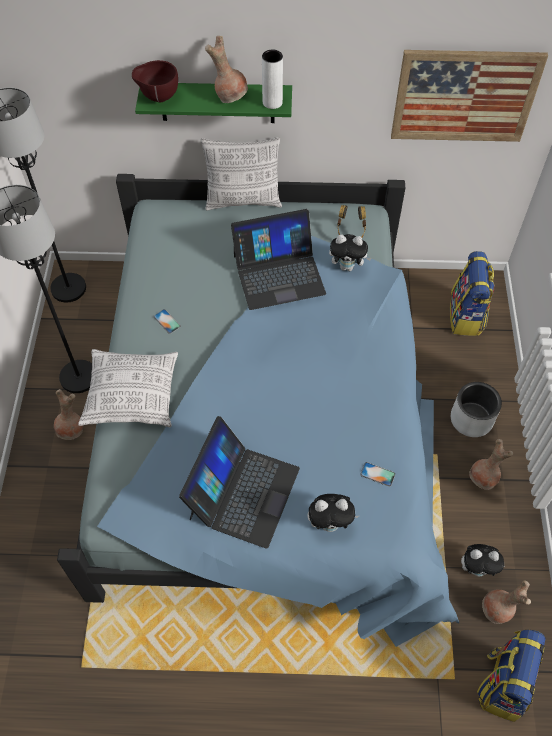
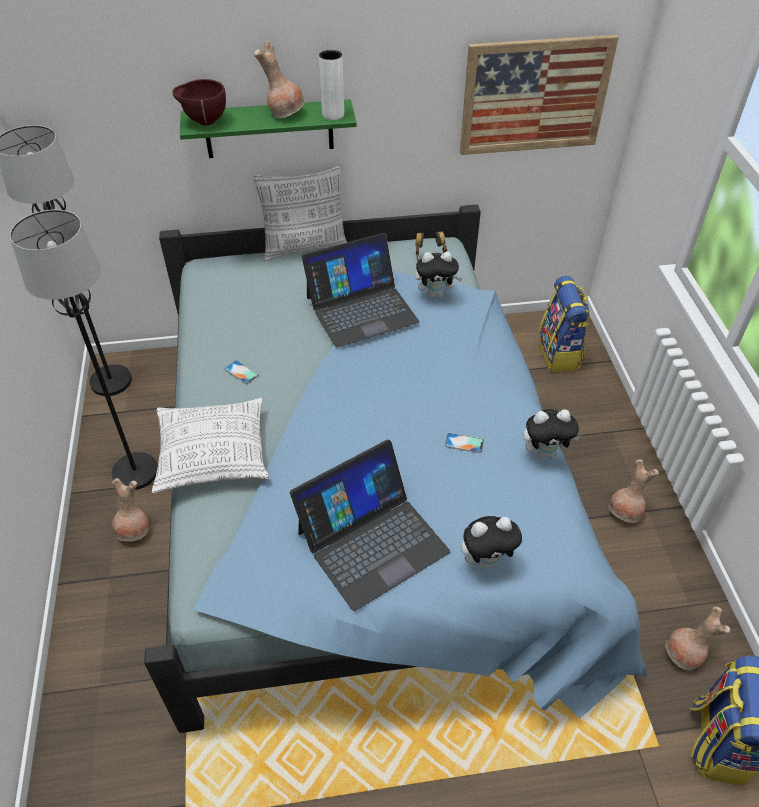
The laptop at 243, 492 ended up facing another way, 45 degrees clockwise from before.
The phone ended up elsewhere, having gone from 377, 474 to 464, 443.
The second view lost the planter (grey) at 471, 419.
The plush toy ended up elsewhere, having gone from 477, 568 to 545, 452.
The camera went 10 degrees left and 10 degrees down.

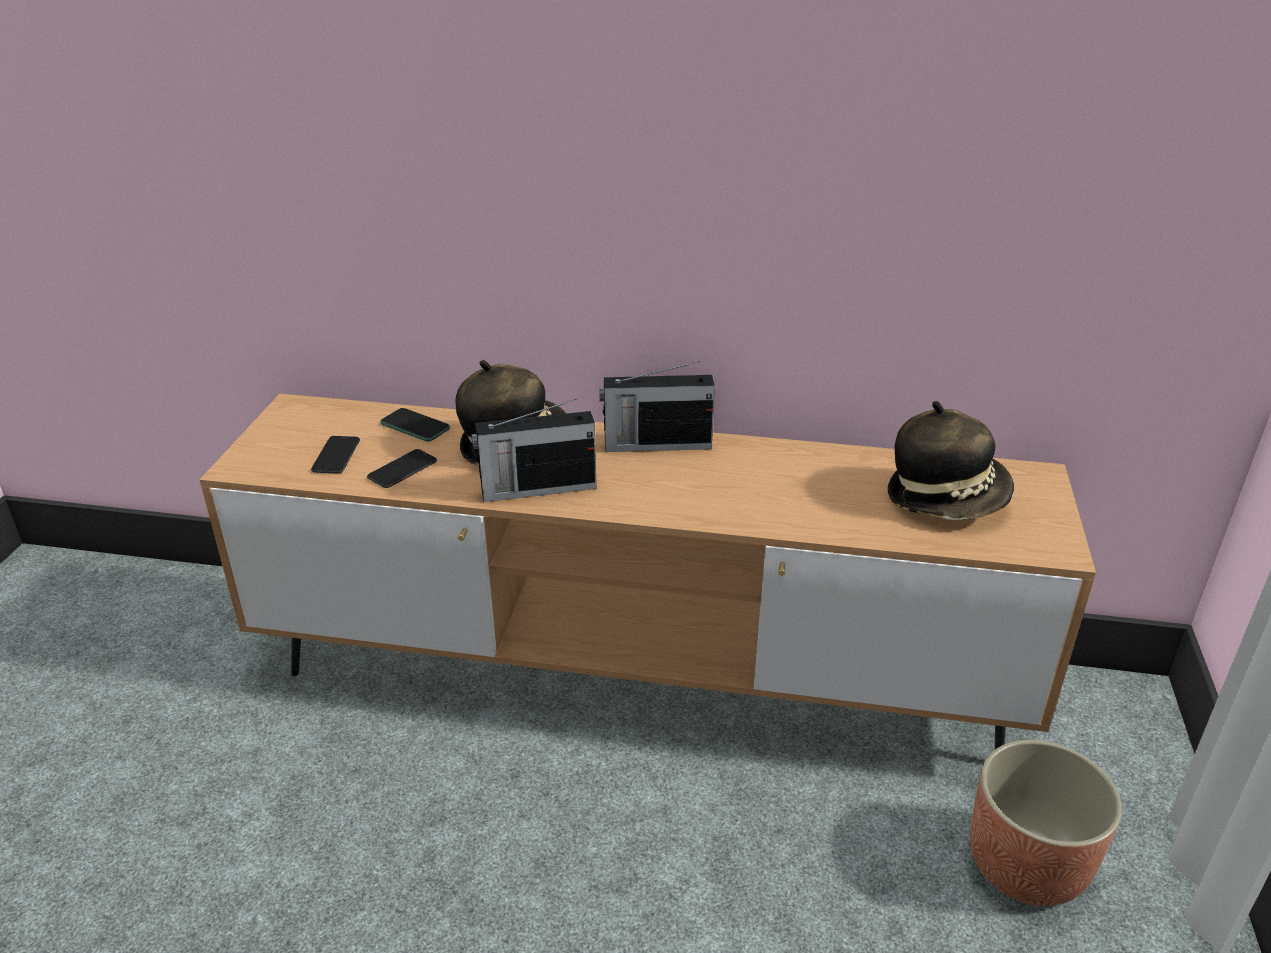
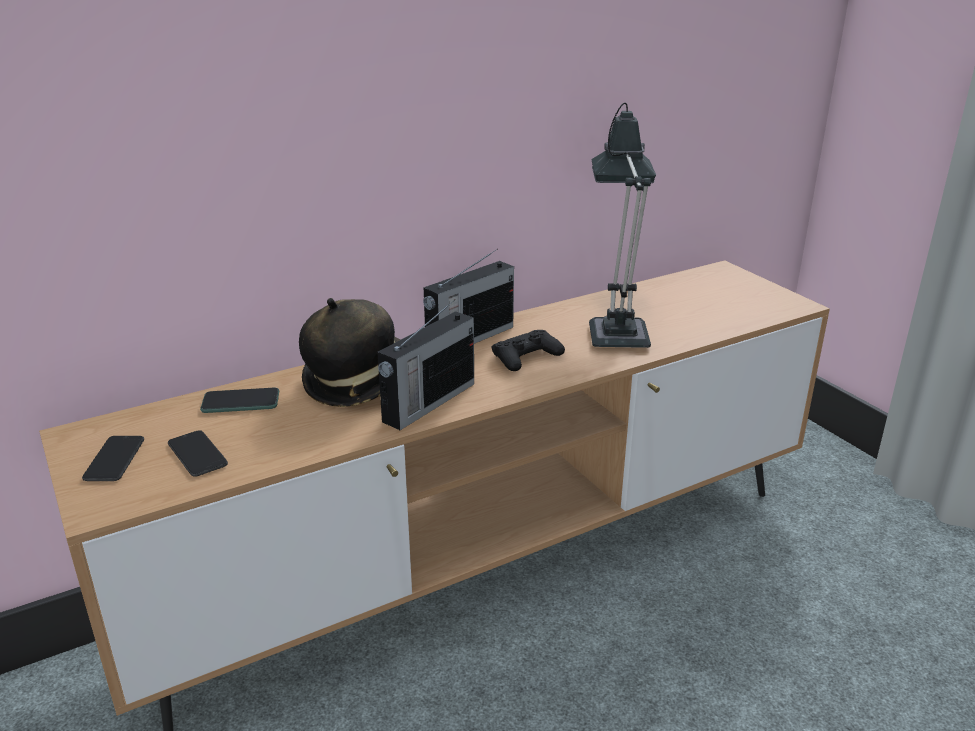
The phone ended up elsewhere, having gone from 402, 469 to 114, 459.
The second view lost the hat at 946, 498.
The second view lost the planter at 1026, 864.
The second view gained the game controller (black) at 526, 357.
The second view gained the table lamp at 617, 329.
The camera went 40 degrees left and 5 degrees down.

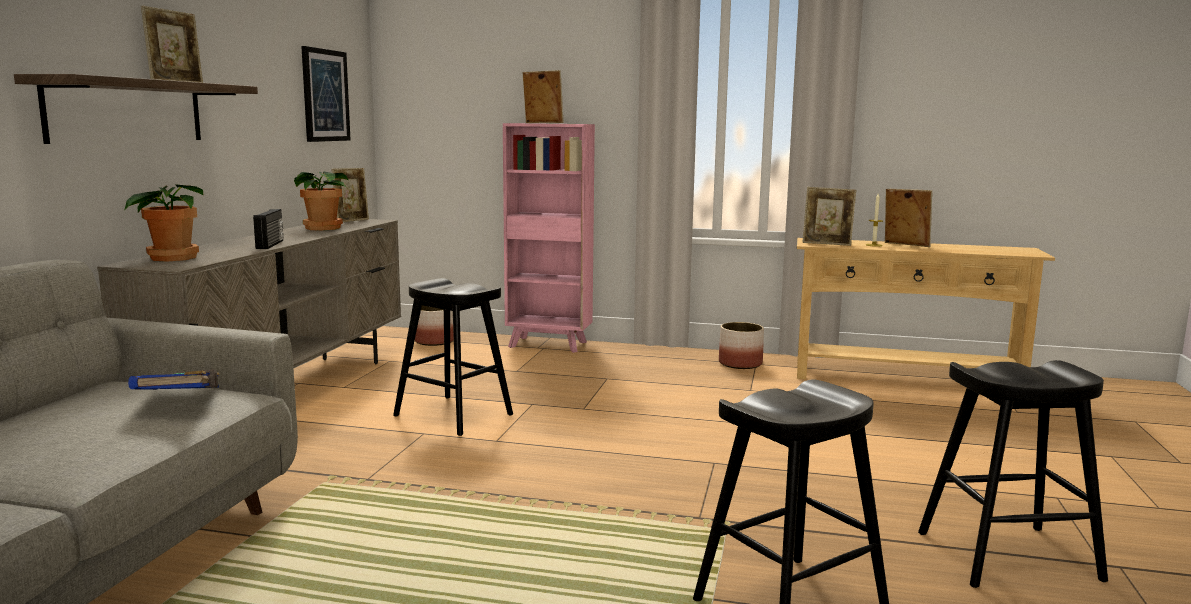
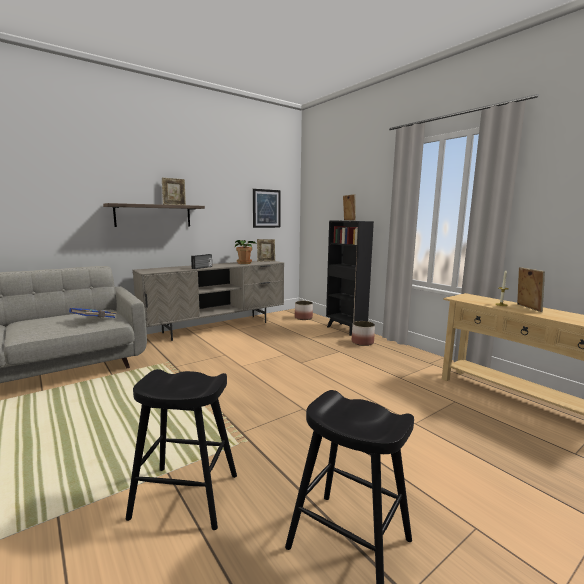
The second view lost the potted plant at 171, 258.
The second view lost the stool (black) at 453, 415.
What was the bookcase (pink) at 549, 345 turned into the bookcase (black) at 346, 329.
The planter ended up elsewhere, having gone from 740, 364 to 362, 342.
The second view lost the picture frame at 827, 244.
The camera went 40 degrees right and 0 degrees up.

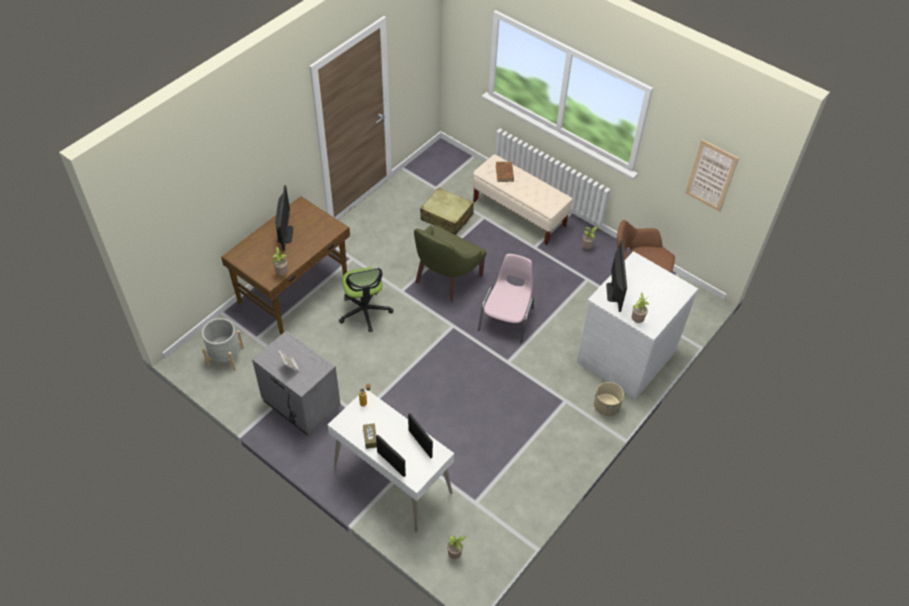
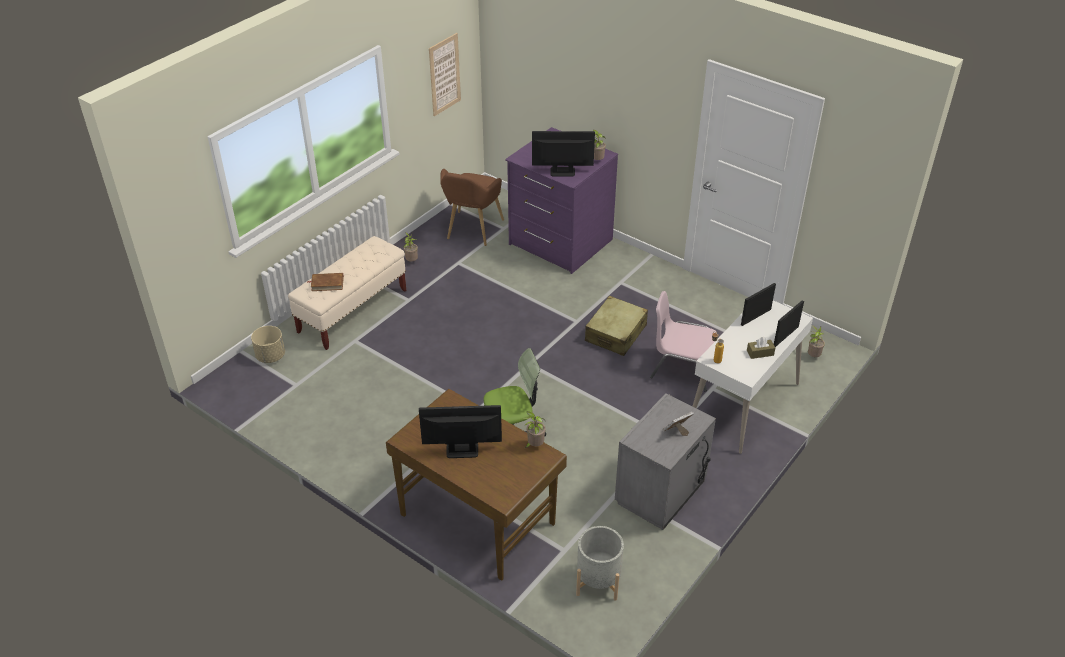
The second view lost the armchair (green) at 445, 278.
The suitcase (beige) ended up elsewhere, having gone from 447, 217 to 616, 333.
The chair (pink) ended up elsewhere, having gone from 507, 318 to 682, 367.
What was the dresser (white) at 625, 355 turned into the dresser (purple) at 559, 242.
The planter (beige) ended up elsewhere, having gone from 606, 406 to 270, 356.
The camera went 90 degrees left and 10 degrees down.

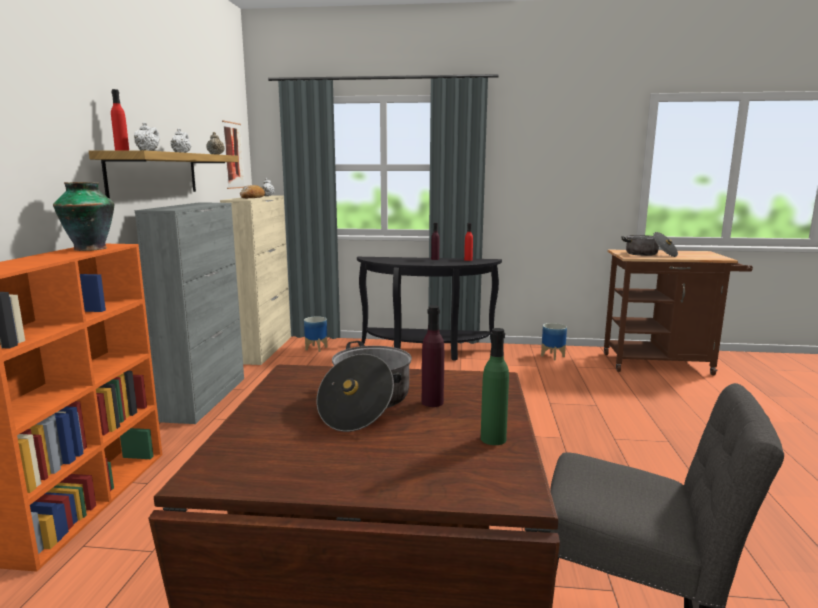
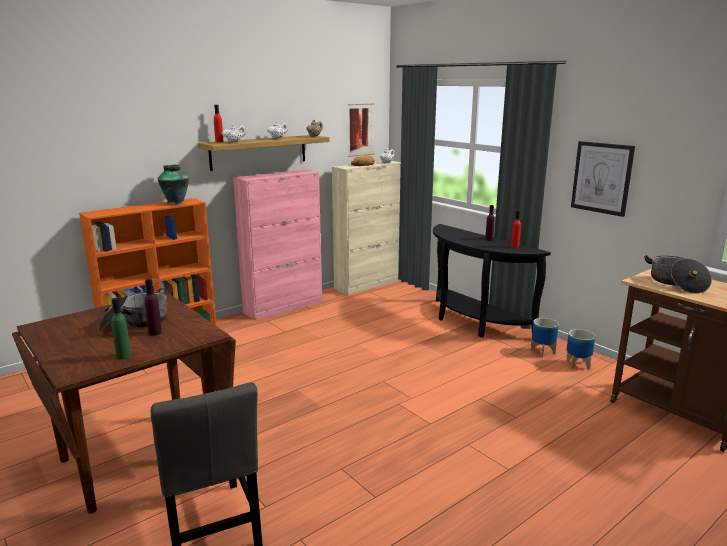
What was the cabinet (grey) at 206, 398 turned into the cabinet (pink) at 284, 307.
The planter ended up elsewhere, having gone from 316, 348 to 543, 352.
The second view gained the picture at 601, 178.
The camera went 45 degrees right and 5 degrees up.

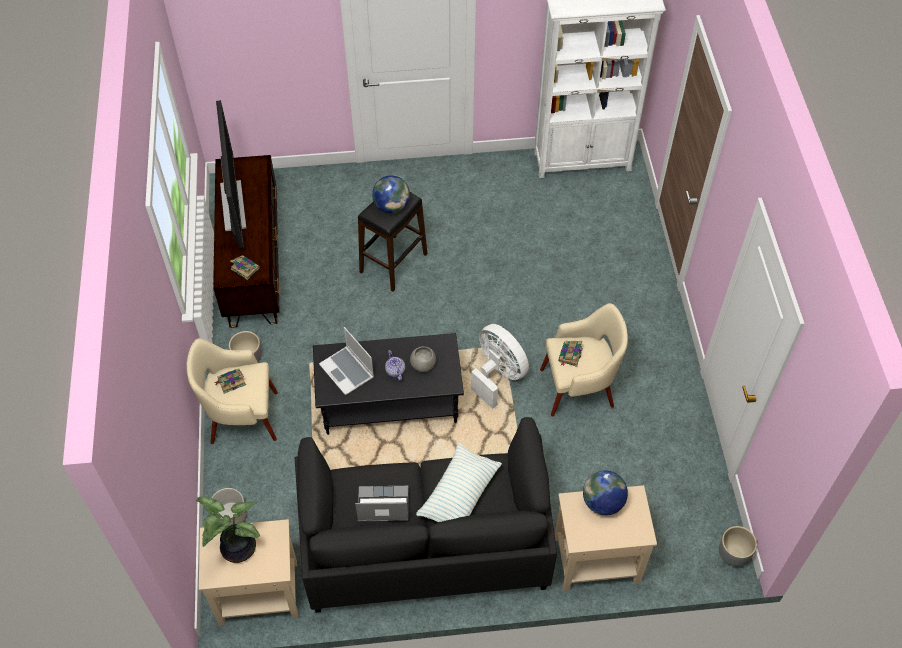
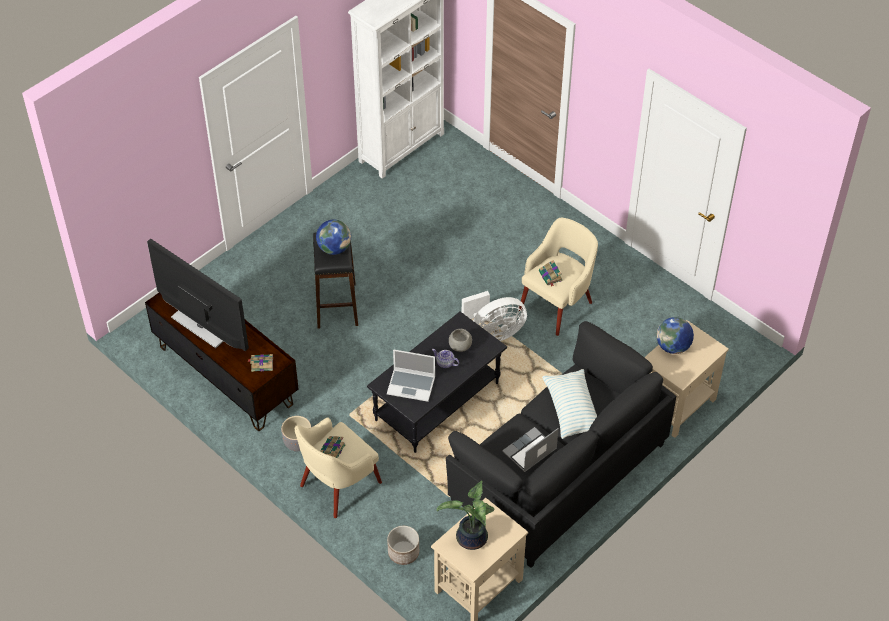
The fan (white) at 498, 375 ended up facing another way, 150 degrees clockwise from before.
The second view lost the planter (grey) at 733, 554.
The camera went 40 degrees left and 5 degrees down.

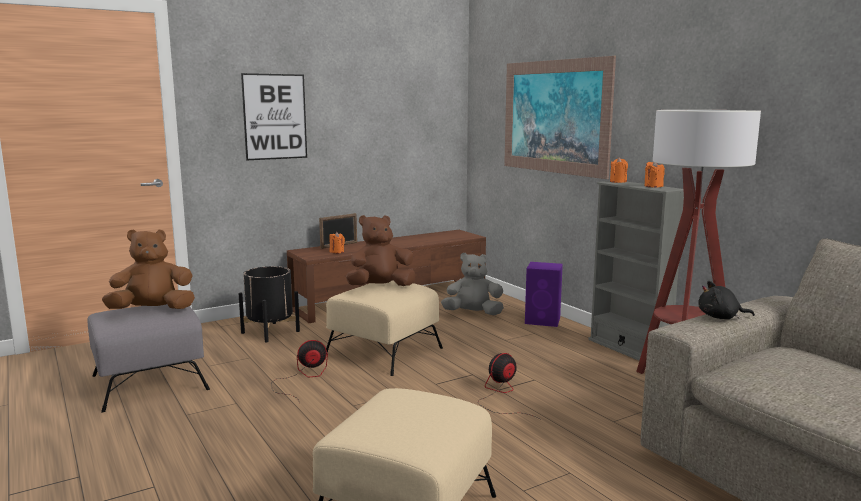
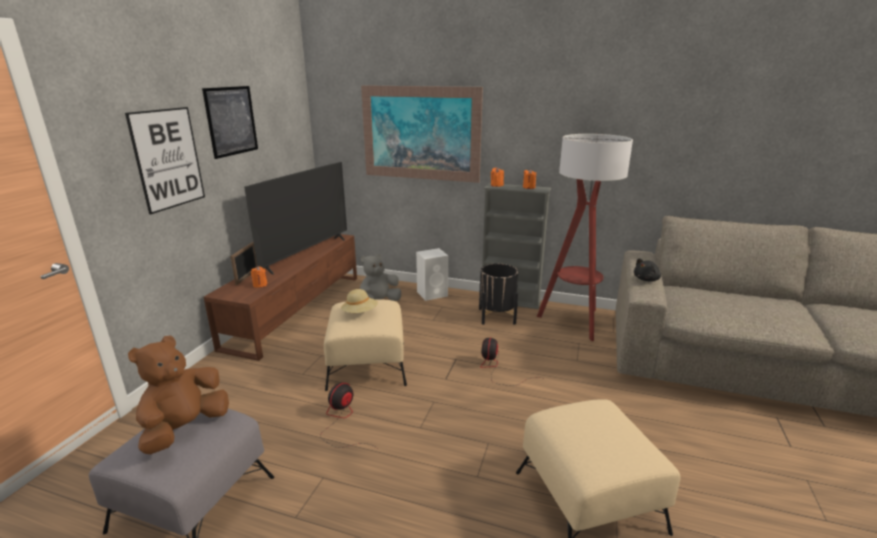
The planter (black) ended up elsewhere, having gone from 270, 332 to 497, 316.
Where the plush toy (brown) stood at 380, 287, the hat (beige) came to stand at 360, 313.
What was the speaker (purple) at 543, 321 turned into the speaker (white) at 433, 294.
The second view gained the picture at 231, 121.
The second view gained the television at 306, 254.
The camera went 40 degrees left and 10 degrees up.

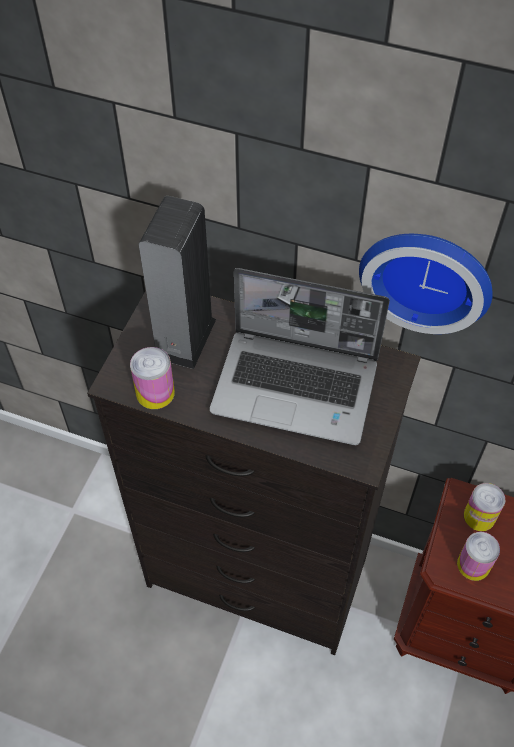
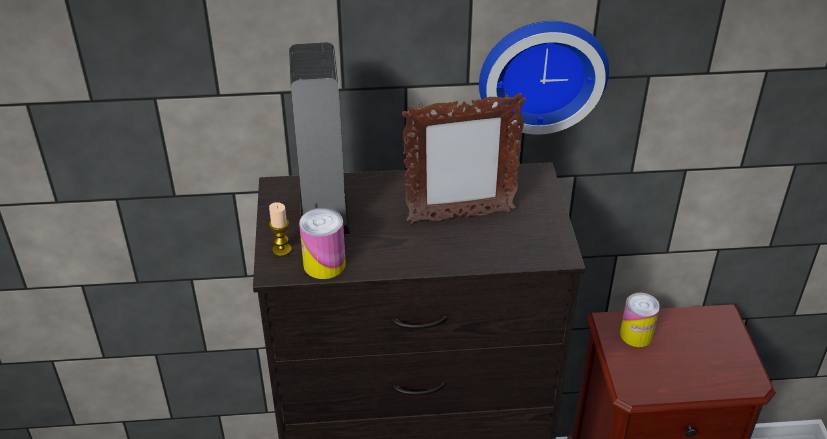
Where the laptop stood at 297, 387, the picture frame came to stand at 459, 217.
The second view lost the can at 473, 565.
The second view gained the candle at 282, 250.
The camera went 25 degrees left and 15 degrees down.

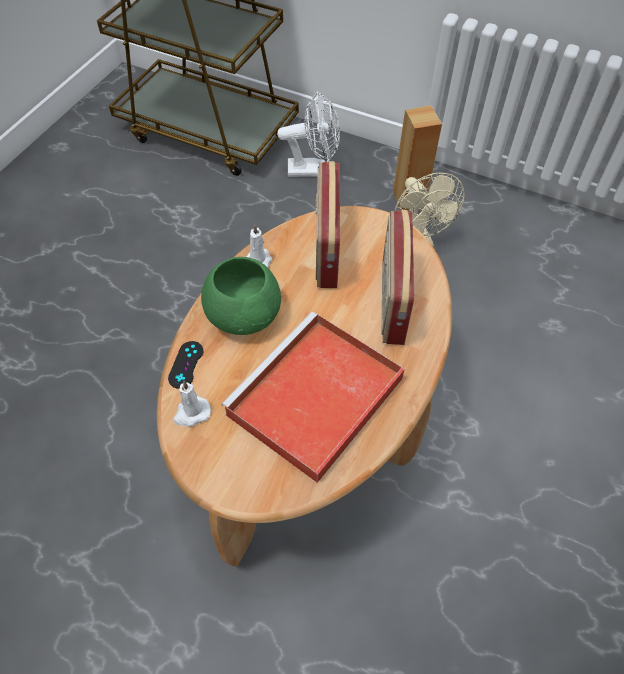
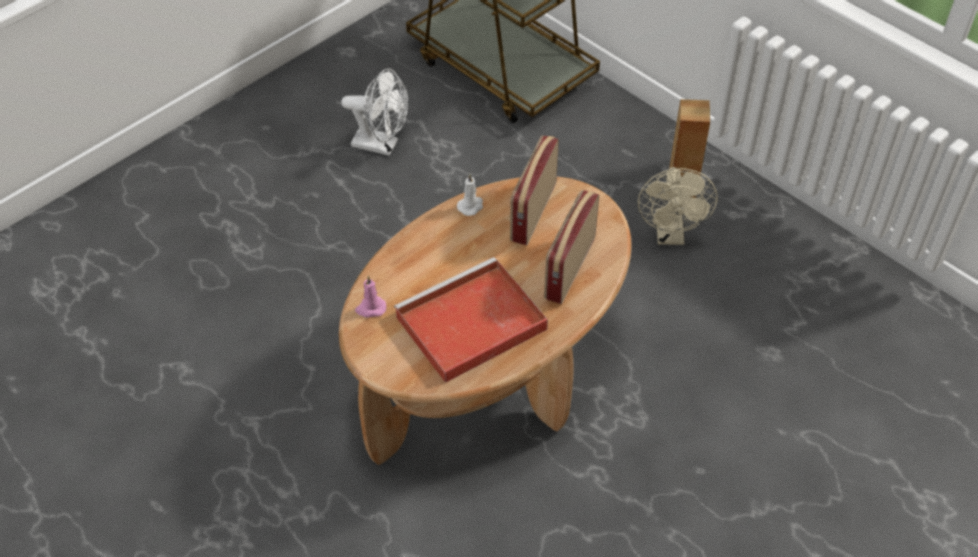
The second view lost the game controller (black) at 186, 364.
What was the candle (white) at 191, 413 turned into the candle (pink) at 370, 308.
The second view lost the bowl (green) at 244, 313.
The fan (white) ended up elsewhere, having gone from 313, 169 to 382, 145.
The camera went 20 degrees right and 5 degrees down.

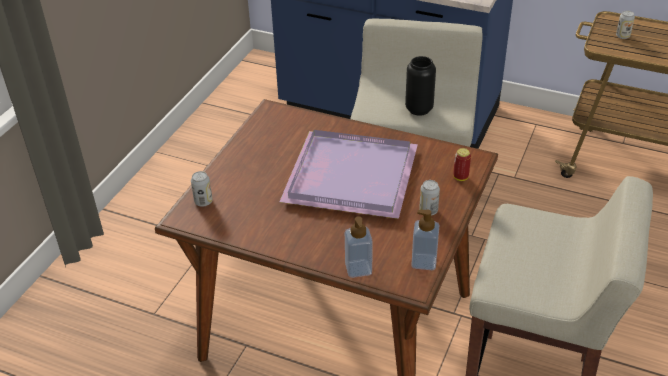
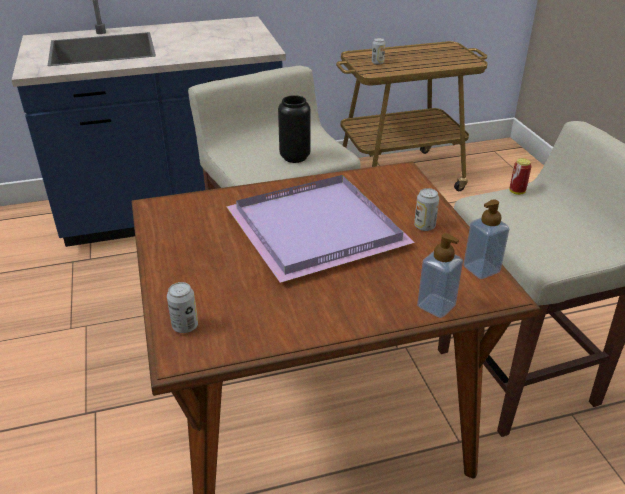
The can ended up elsewhere, having gone from 460, 177 to 517, 192.
The camera went 40 degrees left and 5 degrees down.

